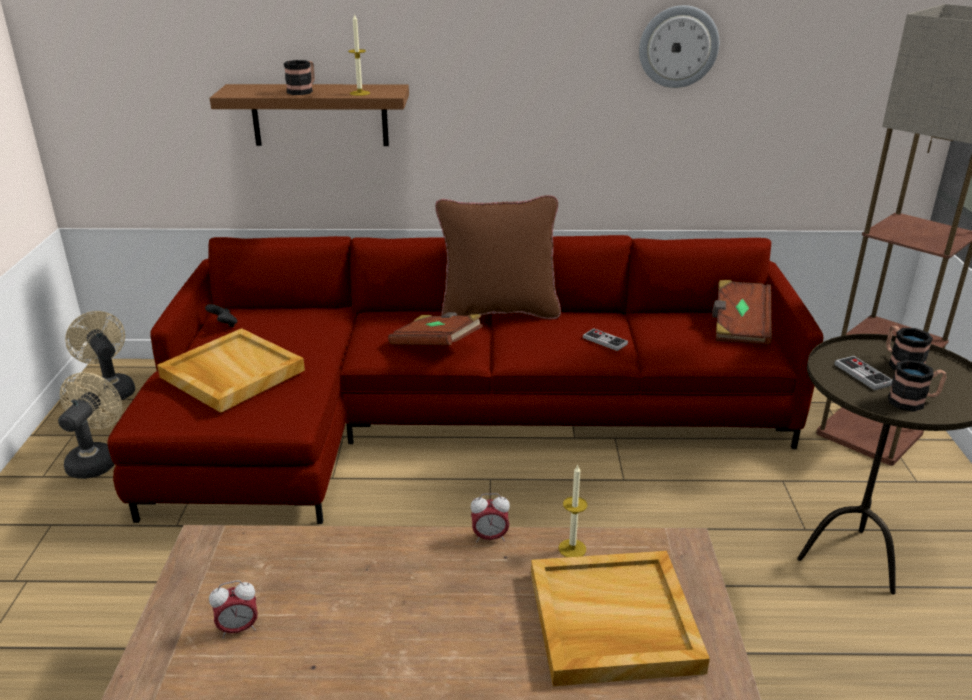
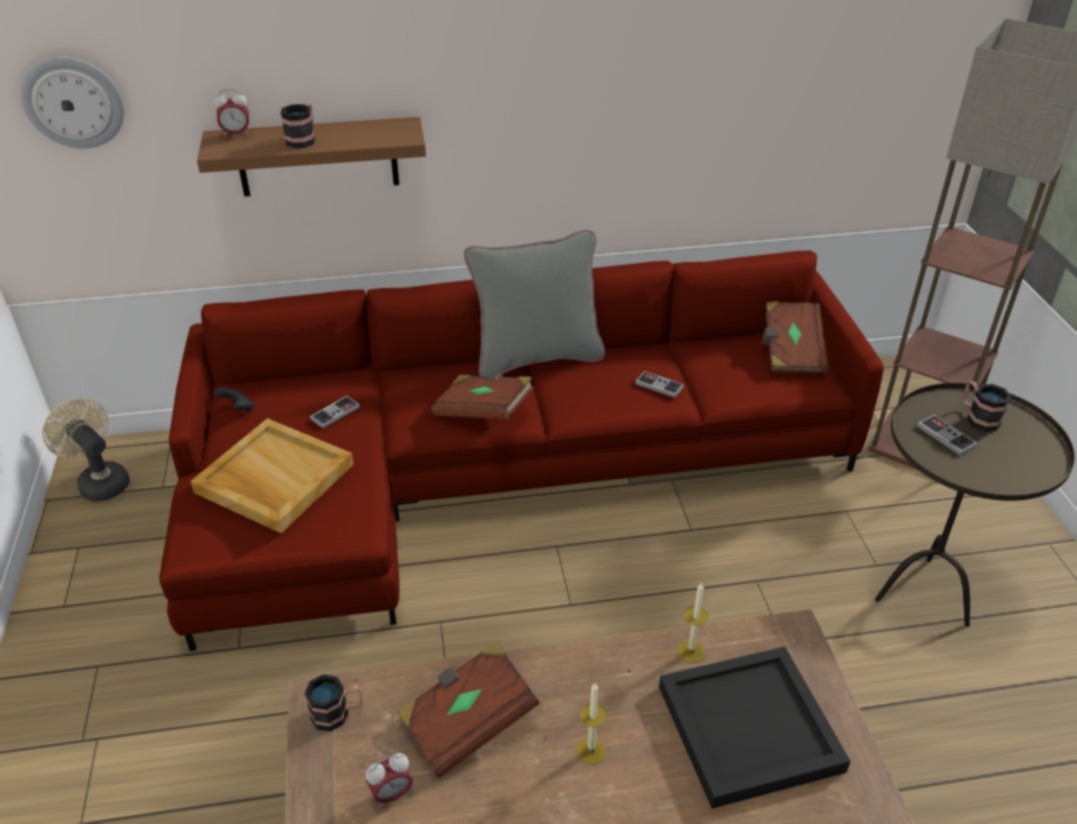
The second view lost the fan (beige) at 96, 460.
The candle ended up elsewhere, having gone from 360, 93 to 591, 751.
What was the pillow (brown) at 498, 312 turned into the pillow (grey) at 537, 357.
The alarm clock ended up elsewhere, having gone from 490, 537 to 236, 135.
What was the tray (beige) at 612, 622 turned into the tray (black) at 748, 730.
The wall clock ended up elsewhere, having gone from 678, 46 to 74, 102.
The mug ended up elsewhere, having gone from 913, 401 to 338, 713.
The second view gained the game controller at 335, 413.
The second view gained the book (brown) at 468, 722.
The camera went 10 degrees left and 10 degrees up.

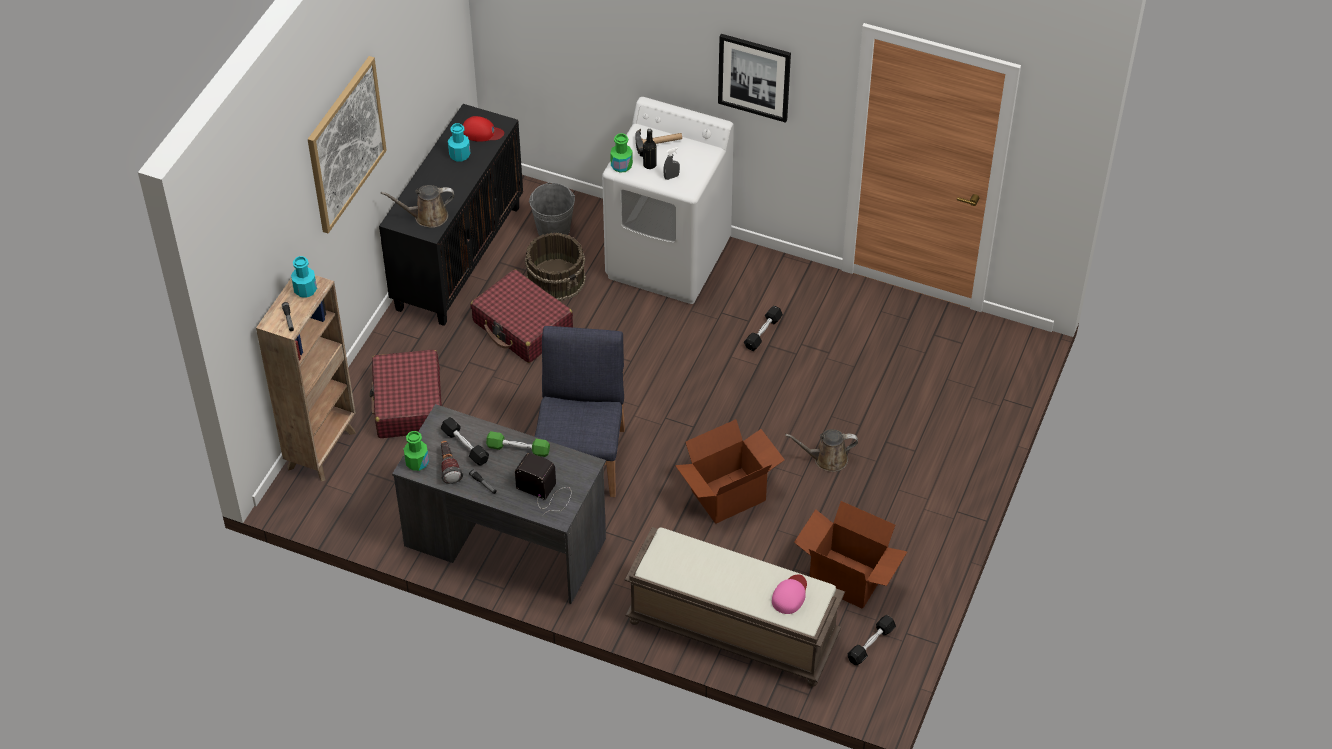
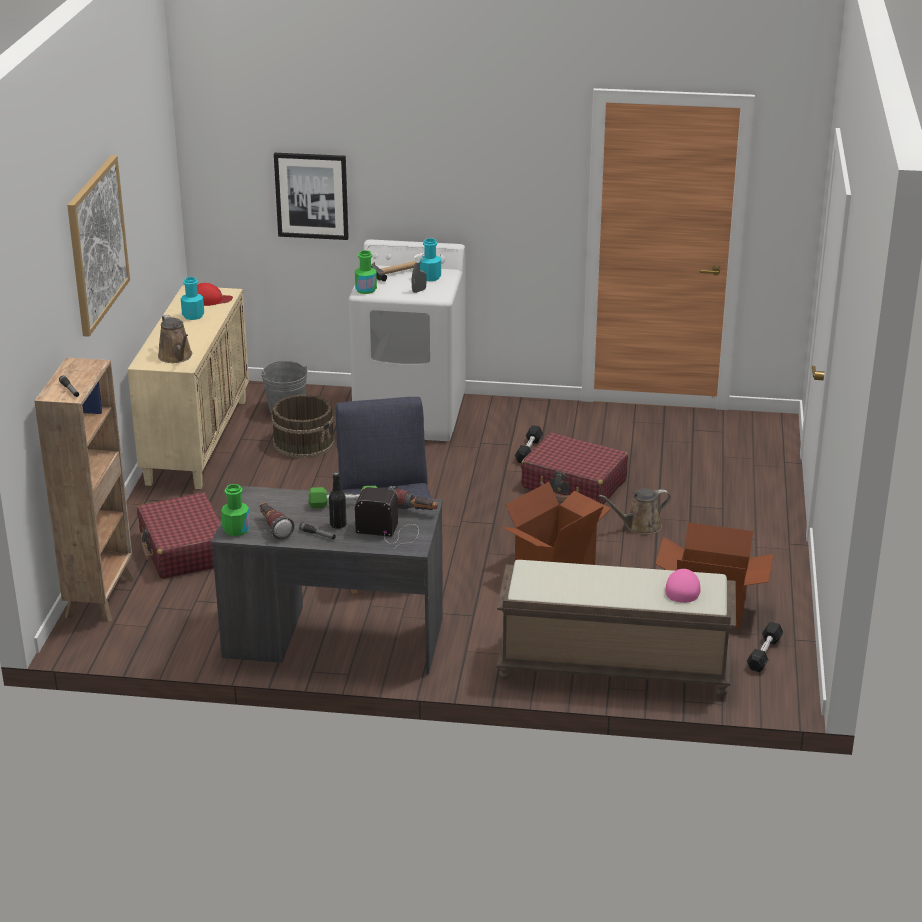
The bottle (turquoise) ended up elsewhere, having gone from 305, 290 to 430, 277.
What was the cabinet (black) at 458, 257 turned into the cabinet (beige) at 196, 440.
The watering can (brown) at 427, 217 ended up facing another way, 90 degrees counterclockwise from before.
The second view lost the dumbbell (black) at 465, 446.
The suitcase (red) ended up elsewhere, having gone from 522, 326 to 574, 484.
The bottle (black) ended up elsewhere, having gone from 649, 165 to 338, 525.
The picture ended up elsewhere, having gone from 754, 77 to 311, 195.
The second view gained the flashlight at 411, 512.
The camera went 15 degrees left and 20 degrees down.

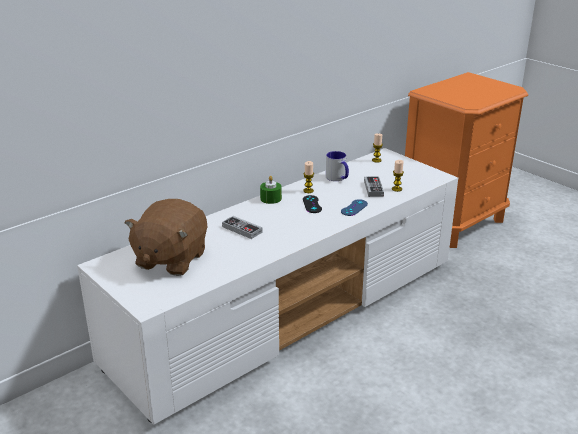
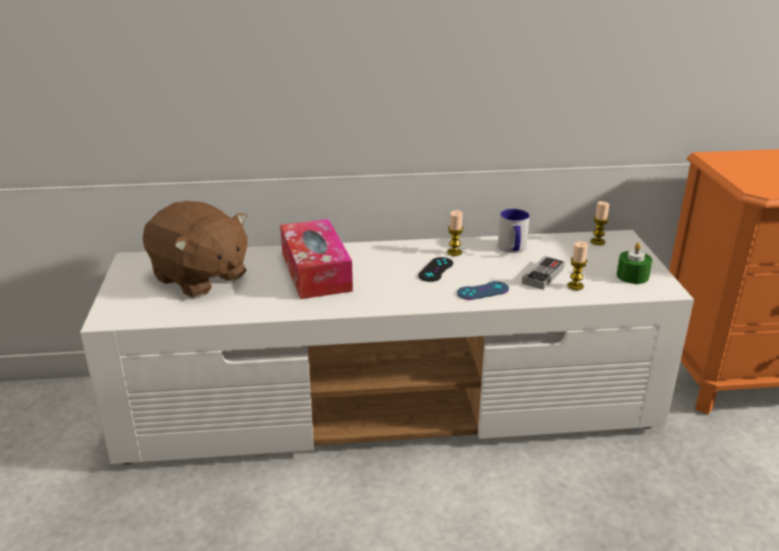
The plush toy (brown) at 170, 259 ended up facing another way, 105 degrees counterclockwise from before.
Where the game controller stood at 242, 229, the tissue box came to stand at 316, 271.
The candle (green) ended up elsewhere, having gone from 271, 198 to 632, 276.
The camera went 35 degrees right and 0 degrees up.

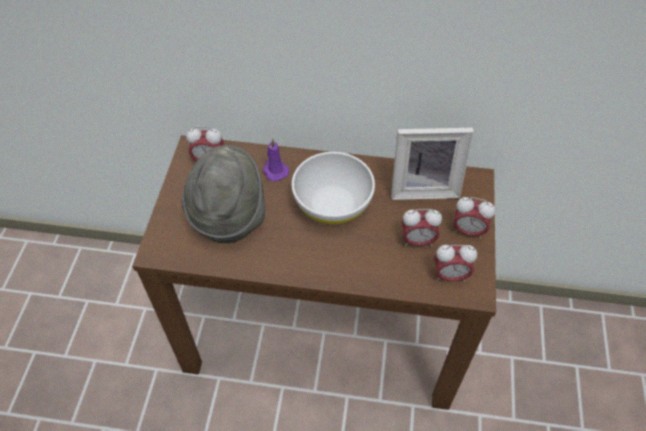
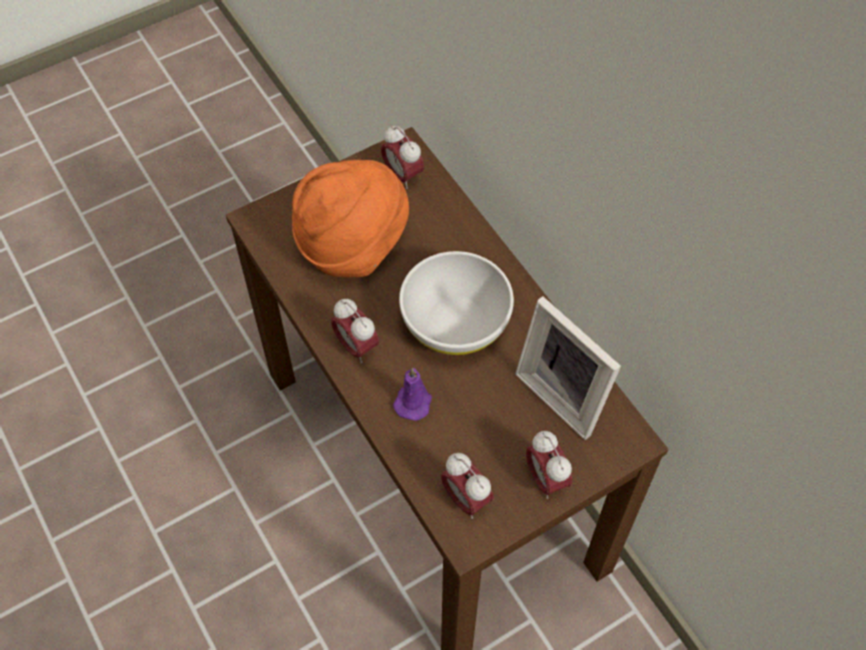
What was the hat (grey) at 228, 216 turned into the hat (orange) at 352, 244.
The candle (purple) ended up elsewhere, having gone from 274, 170 to 413, 401.
The alarm clock ended up elsewhere, having gone from 417, 241 to 356, 346.
The camera went 50 degrees right and 5 degrees up.

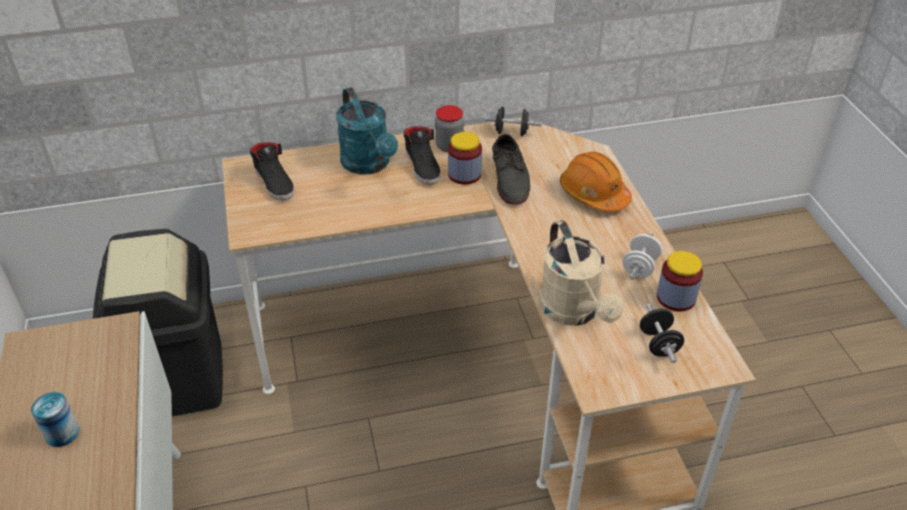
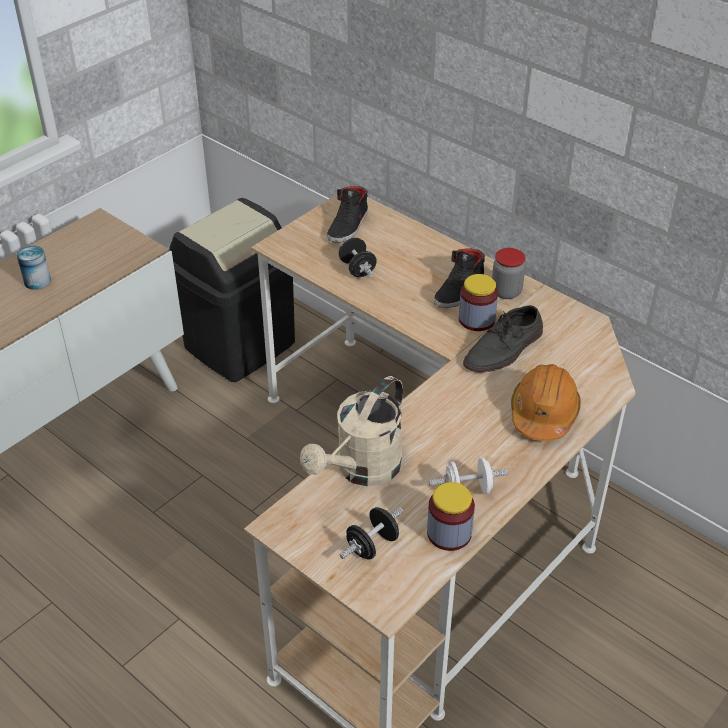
The second view lost the watering can (turquoise) at 369, 165.
The dumbbell (black) ended up elsewhere, having gone from 511, 132 to 357, 269.
The camera went 55 degrees right and 0 degrees up.

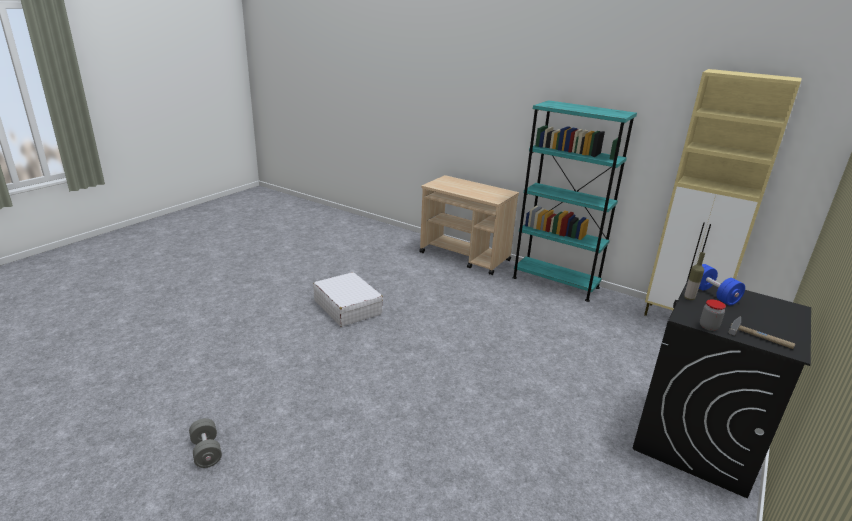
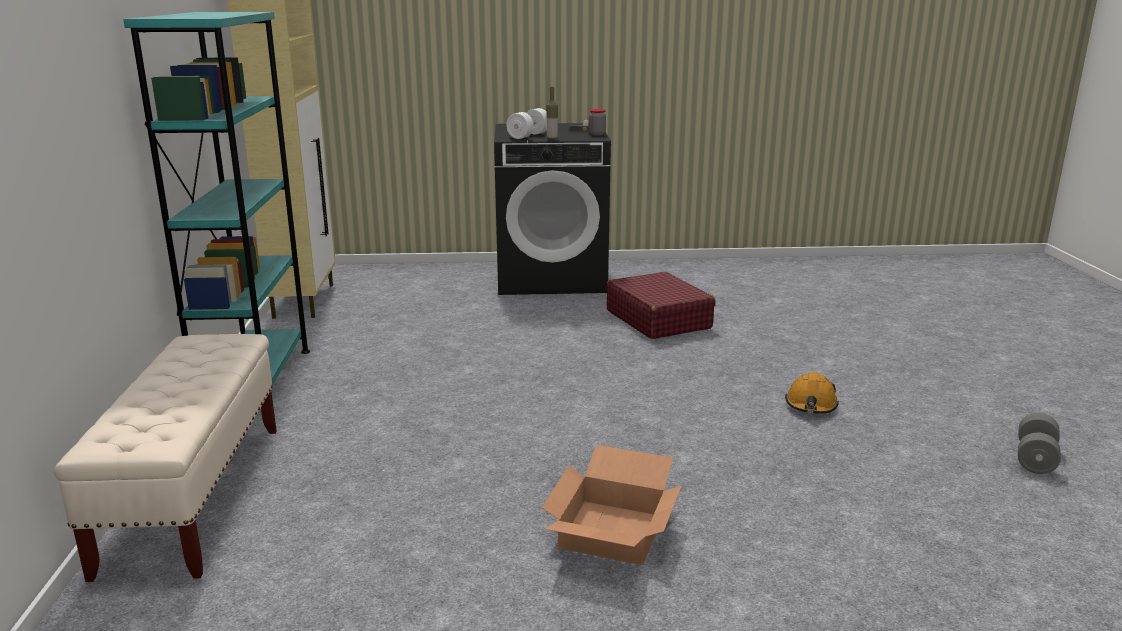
Where the suitcase (white) stood at 347, 307, the cardboard box came to stand at 613, 532.
Where the cart (beige) stood at 465, 257, the bench (beige) came to stand at 195, 496.
What was the dumbbell (blue) at 713, 295 turned into the dumbbell (white) at 528, 136.
The second view gained the suitcase (red) at 658, 319.
The second view gained the hard hat (orange) at 811, 405.
The camera went 125 degrees left and 5 degrees down.

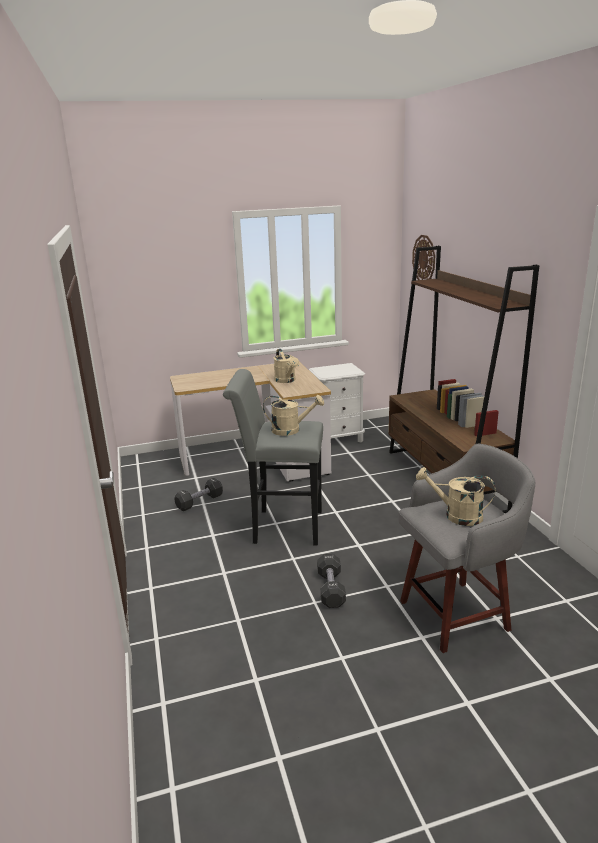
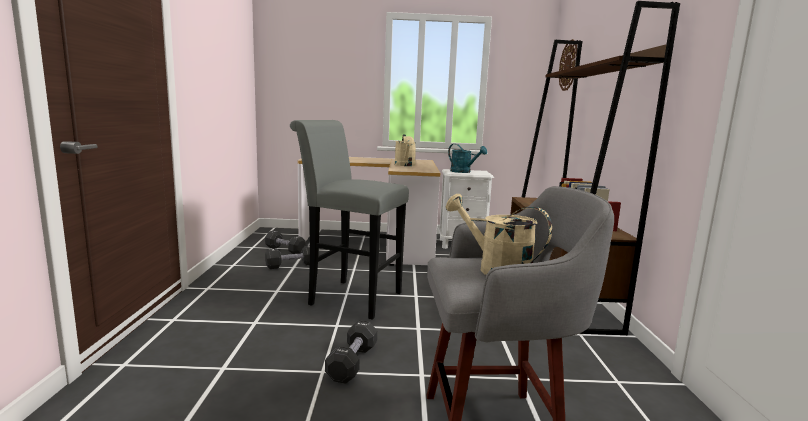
The second view lost the watering can (beige) at 291, 430.
The second view gained the dumbbell (black) at 285, 250.
The second view gained the watering can (turquoise) at 463, 172.
The camera went 15 degrees right and 10 degrees down.

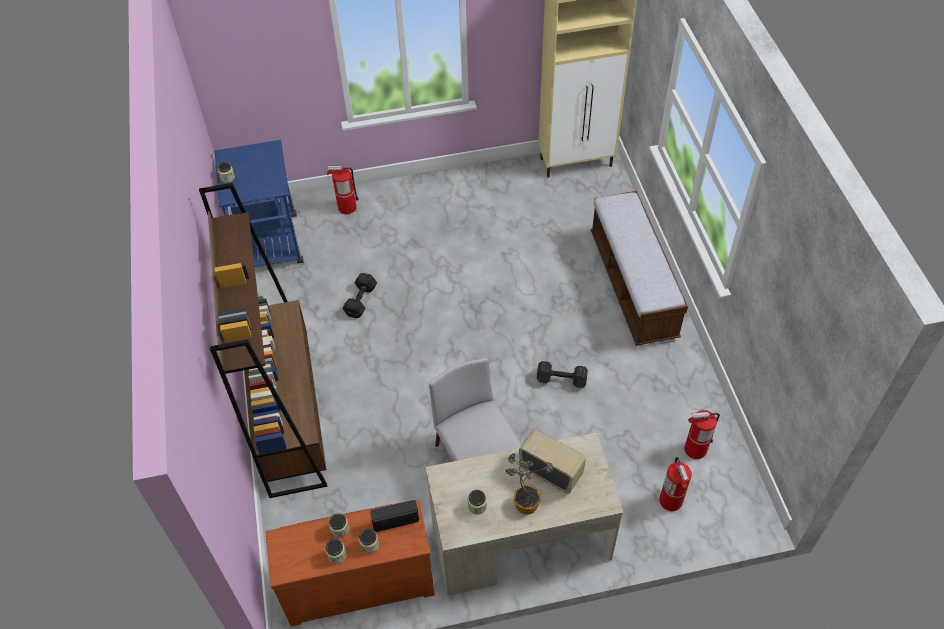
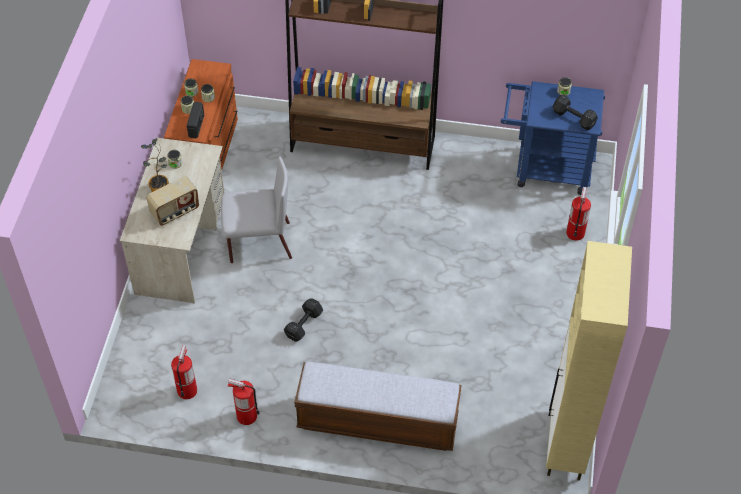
The dumbbell (black) ended up elsewhere, having gone from 361, 300 to 574, 119.
The fire extinguisher ended up elsewhere, having gone from 671, 501 to 246, 416.
The camera went 110 degrees right and 0 degrees up.

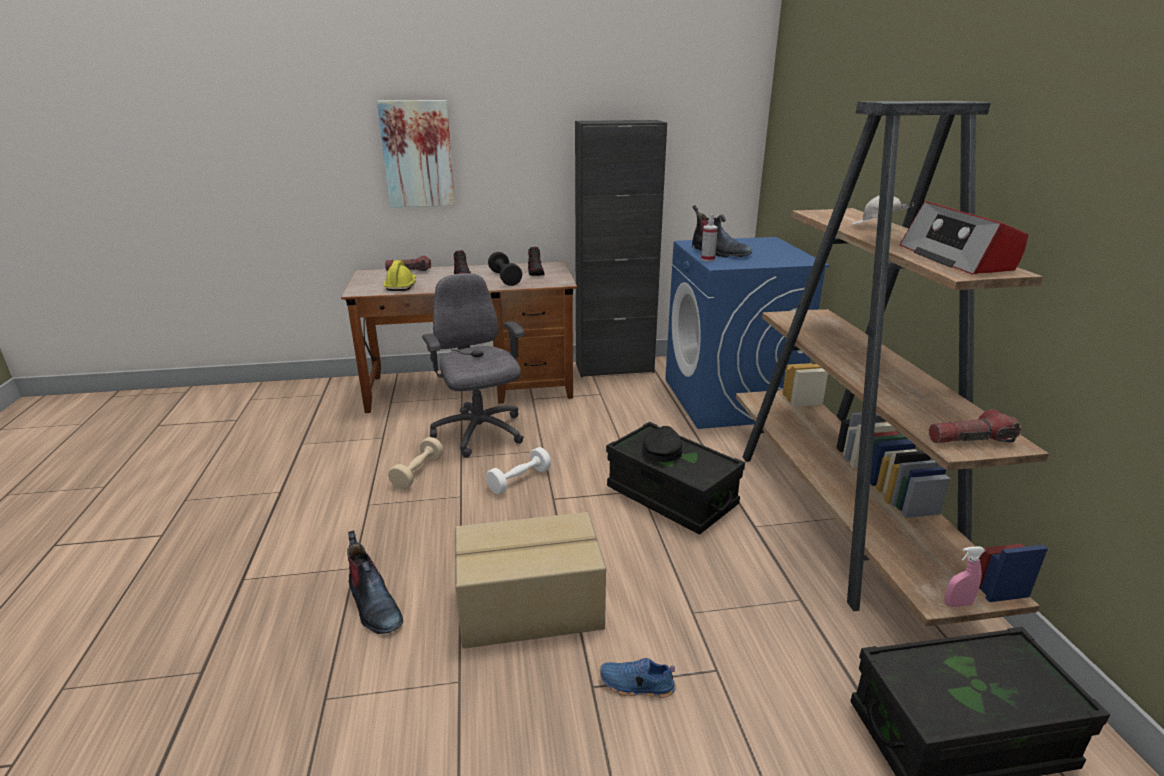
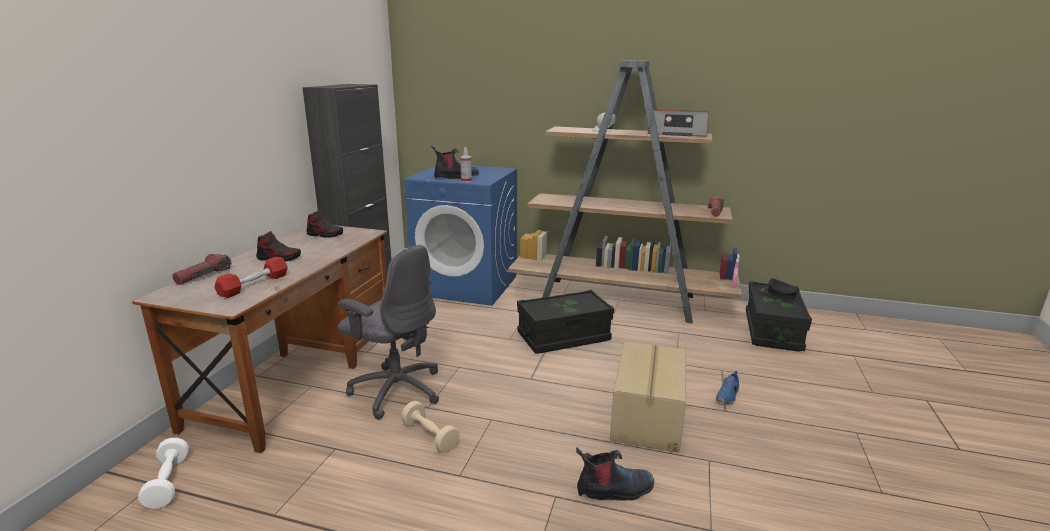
The second view lost the picture at 417, 154.
Where the hard hat (yellow) stood at 401, 286, the dumbbell (red) came to stand at 254, 285.
The office chair (grey) at 479, 433 ended up facing another way, 150 degrees counterclockwise from before.
The dumbbell (white) ended up elsewhere, having gone from 519, 480 to 168, 482.
The second view lost the dumbbell (black) at 505, 278.
The cap (black) ended up elsewhere, having gone from 662, 450 to 778, 293.
The camera went 65 degrees left and 5 degrees down.

